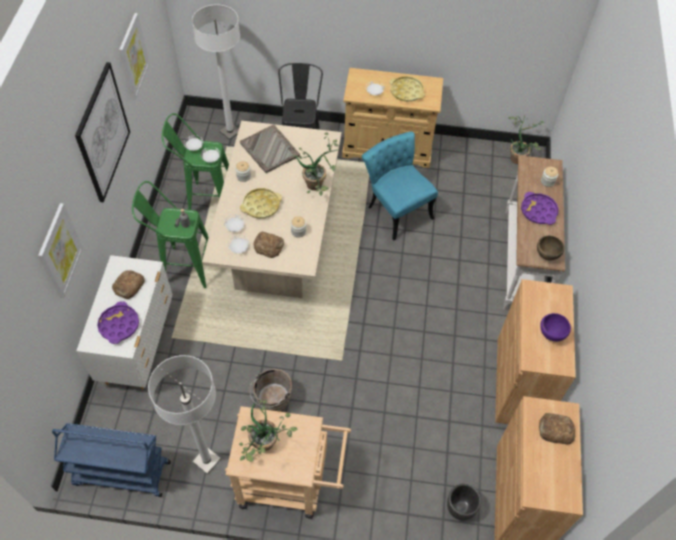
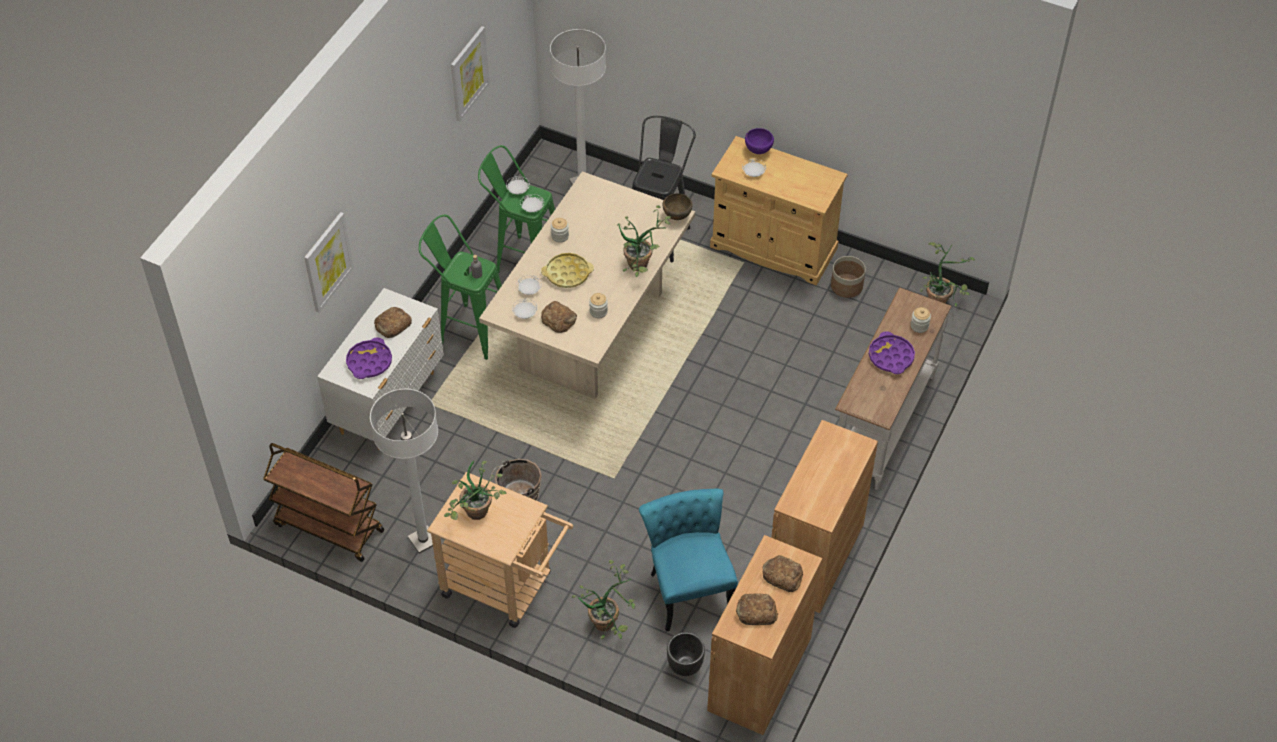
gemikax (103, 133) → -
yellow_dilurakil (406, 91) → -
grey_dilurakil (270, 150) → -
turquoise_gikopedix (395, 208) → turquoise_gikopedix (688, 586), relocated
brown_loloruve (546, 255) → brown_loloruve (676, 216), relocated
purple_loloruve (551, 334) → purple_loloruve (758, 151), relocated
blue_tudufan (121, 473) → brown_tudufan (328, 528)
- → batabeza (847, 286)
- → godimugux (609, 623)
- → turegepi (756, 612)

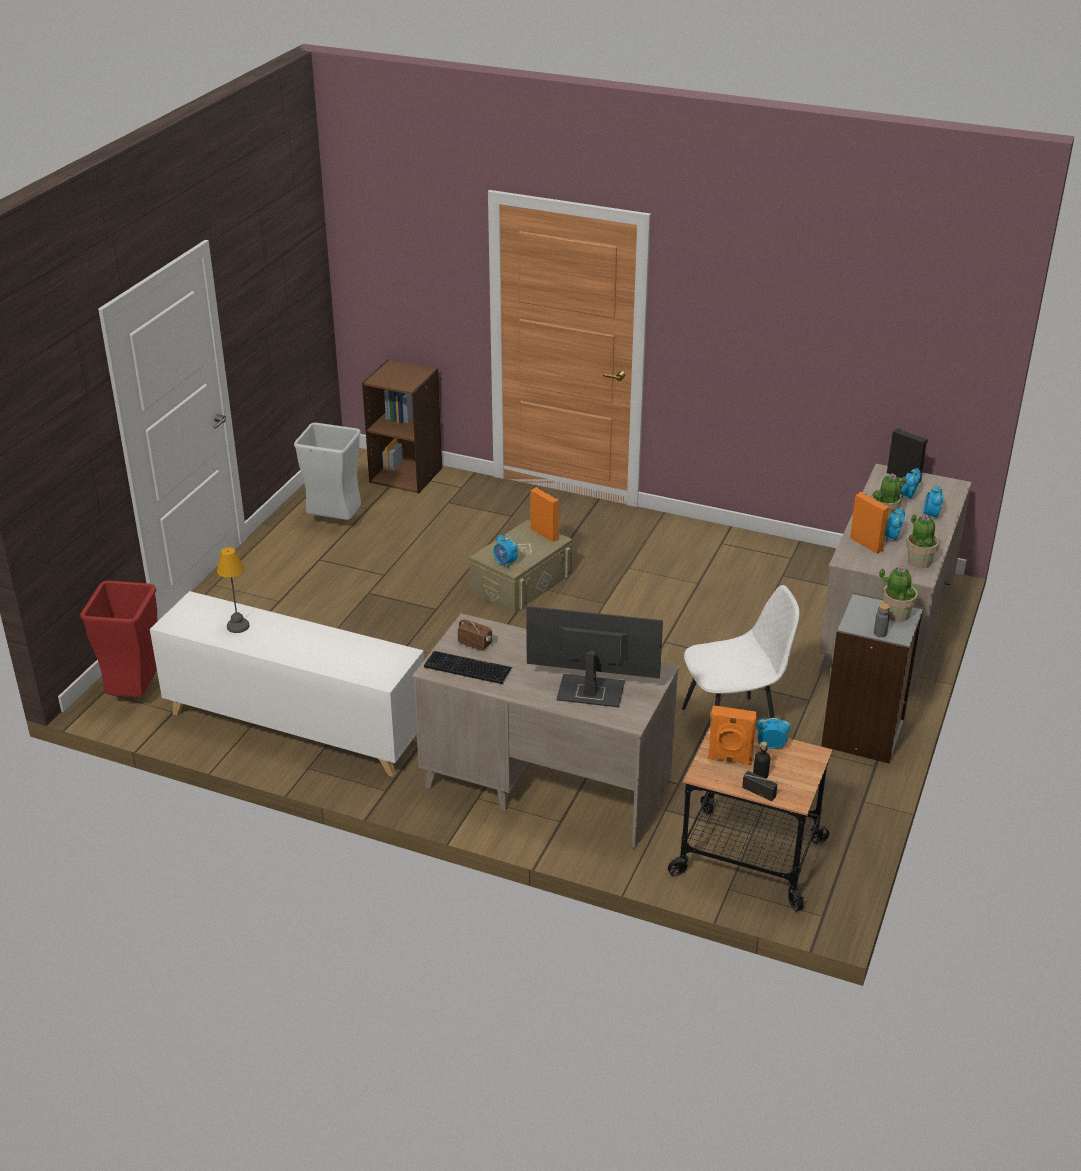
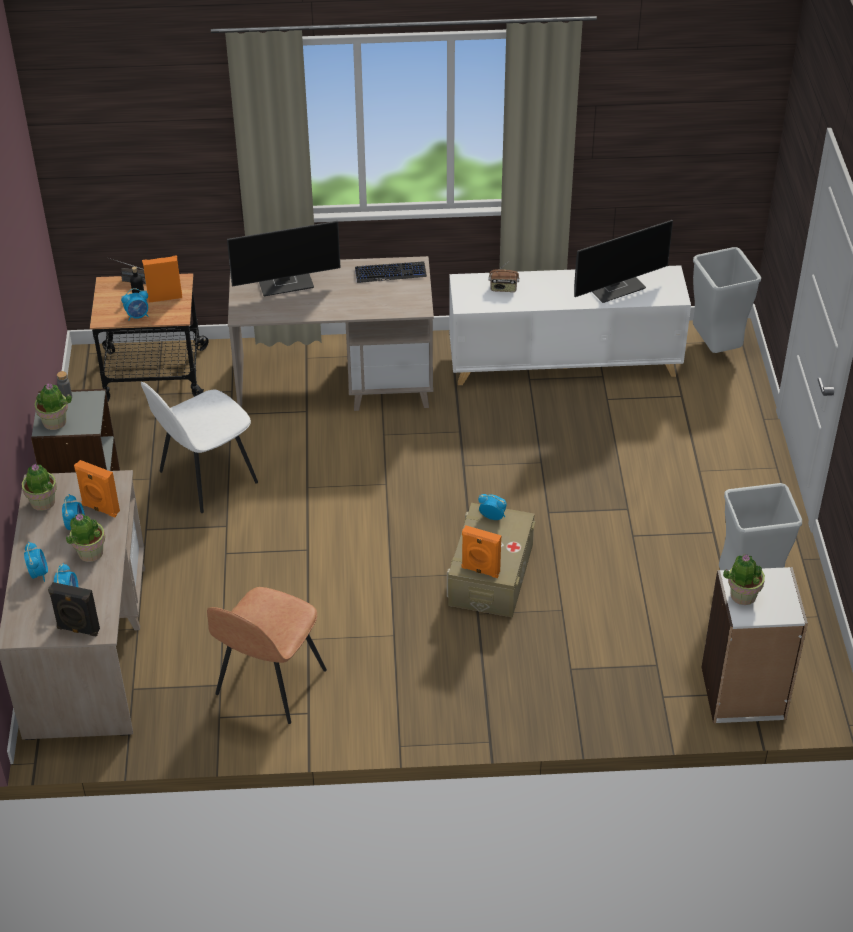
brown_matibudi (406, 475) → white_matibudi (743, 694)
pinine (237, 626) → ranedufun (616, 287)
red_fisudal (136, 693) → grey_fisudal (716, 348)
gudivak (475, 643) → gudivak (503, 288), relocated
- → godimugux (742, 595)
- → brown_gikopedix (269, 684)

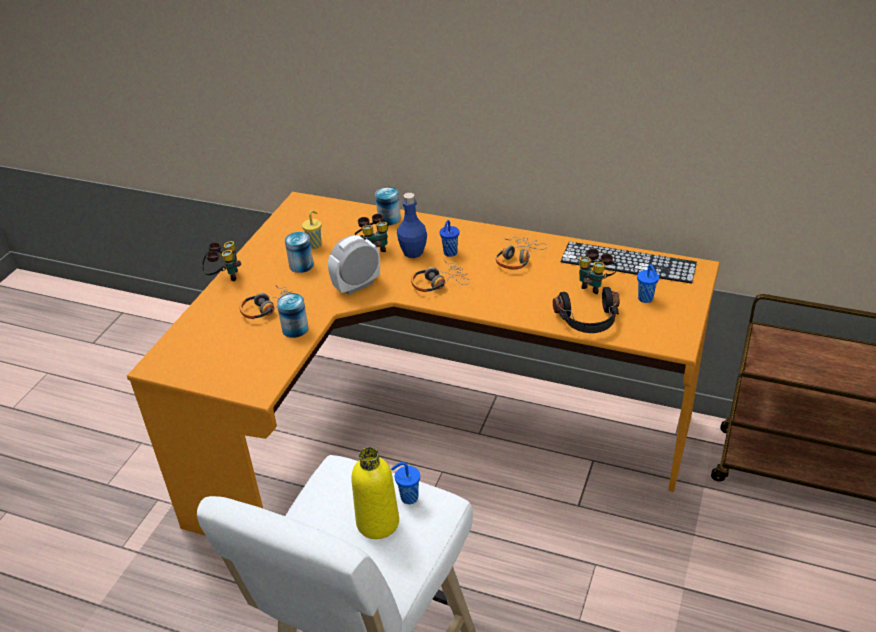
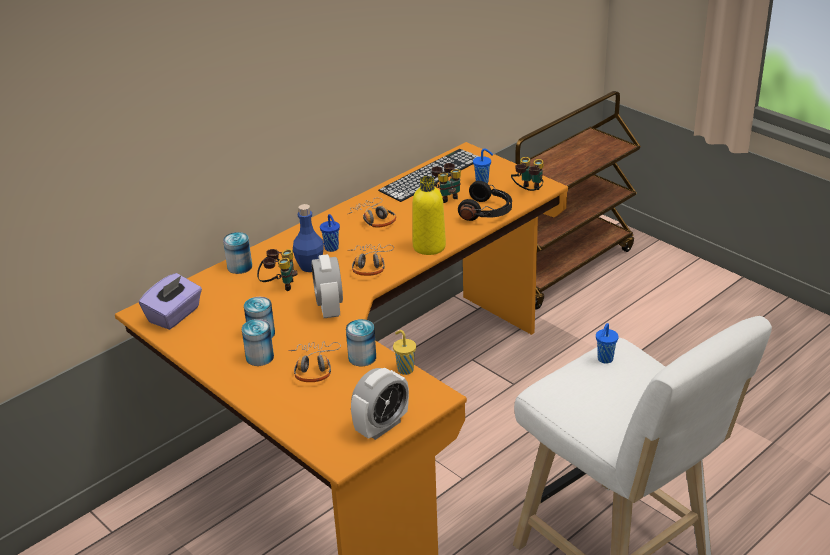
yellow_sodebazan (315, 244) → yellow_sodebazan (405, 369), relocated
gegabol (224, 276) → gegabol (528, 192), relocated
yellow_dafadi (378, 522) → yellow_dafadi (429, 246), relocated
- → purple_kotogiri (174, 315)
- → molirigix (259, 357)
- → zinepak (381, 426)

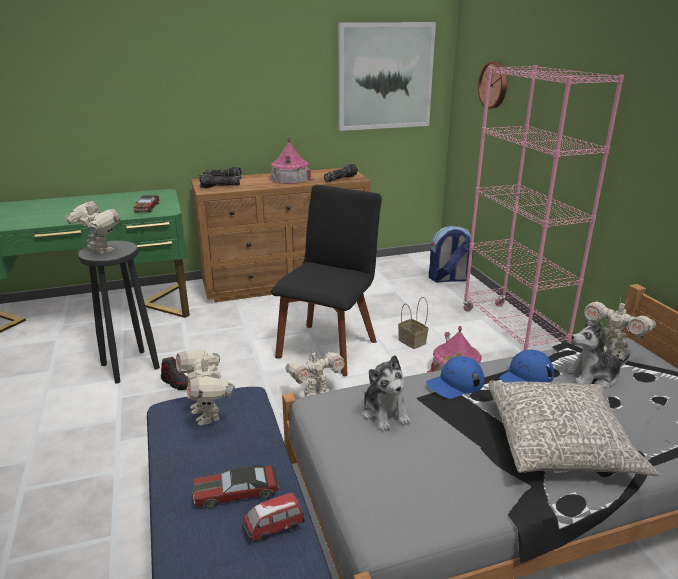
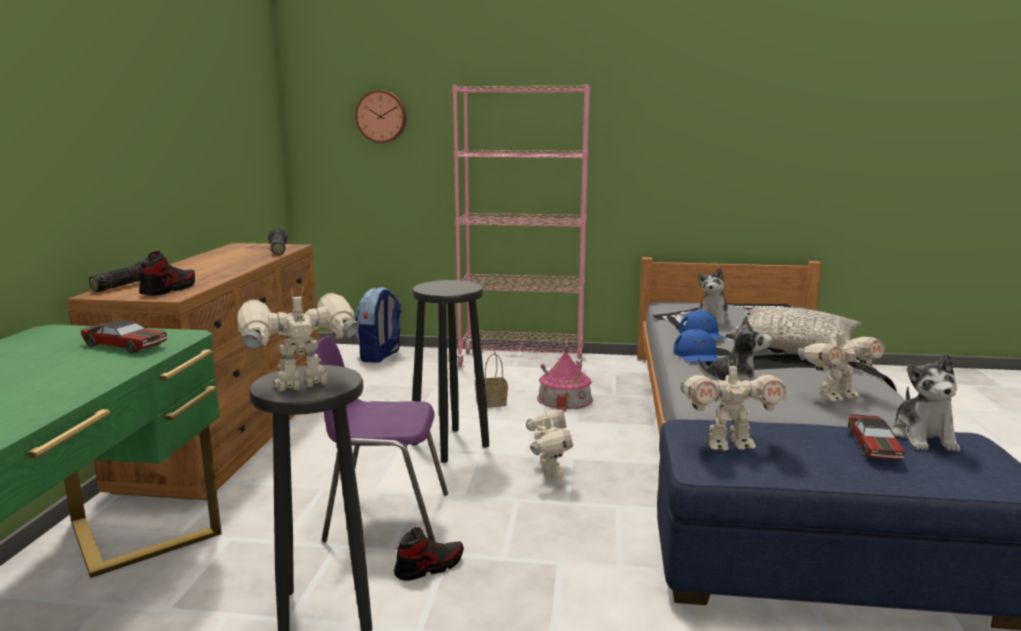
gemikax (385, 76) → -
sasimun (290, 178) → -
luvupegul (219, 187) → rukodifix (169, 289)
black_gikopedix (328, 346) → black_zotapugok (451, 444)
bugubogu (610, 351) → bugubogu (835, 396), relocated
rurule (274, 528) → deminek (923, 437)
- → purple_gikopedix (384, 517)

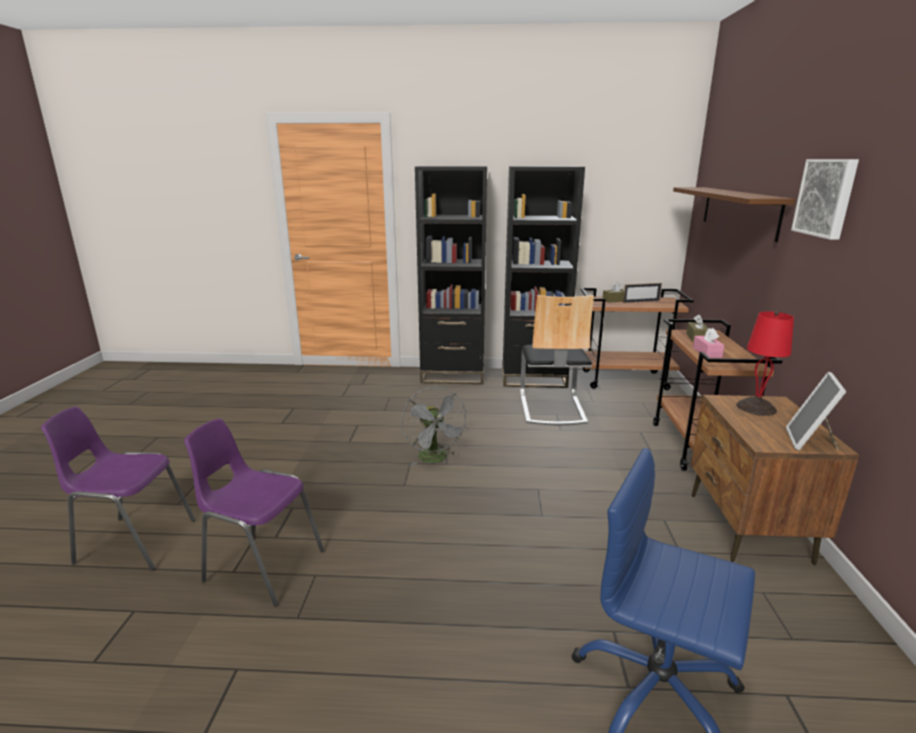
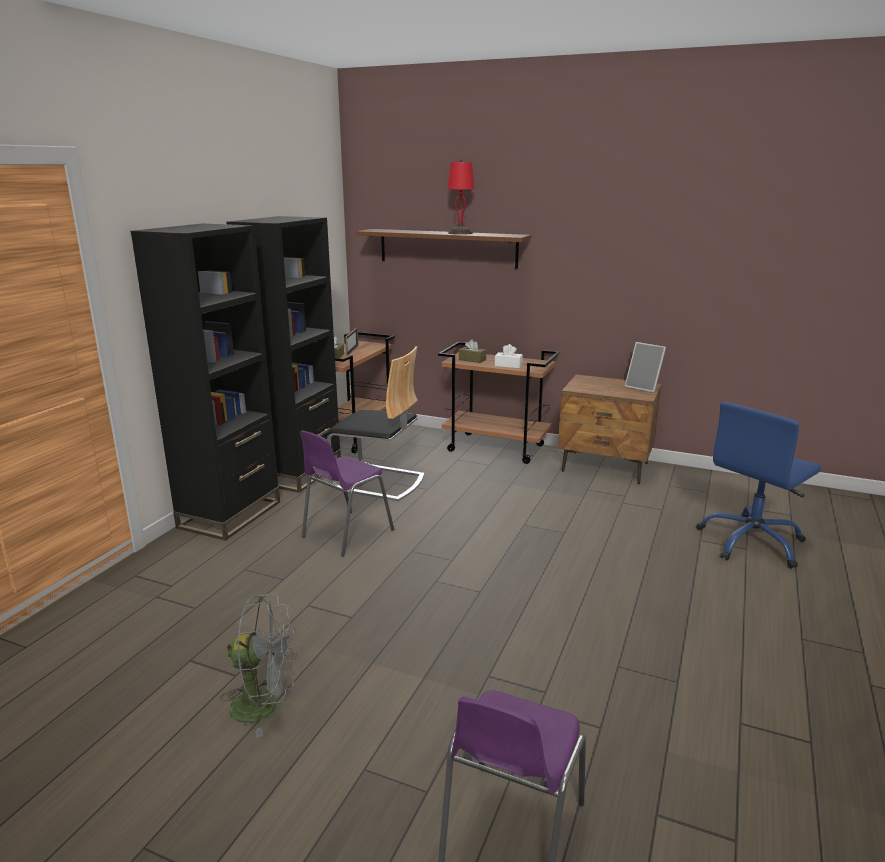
gemikax (826, 197) → -
red_pinine (755, 407) → red_pinine (460, 233), relocated
pink_kotogiri (707, 352) → white_kotogiri (508, 365)
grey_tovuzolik (435, 459) → grey_tovuzolik (265, 706), relocated
purple_gikopedix (262, 565) → purple_gikopedix (345, 534), relocated

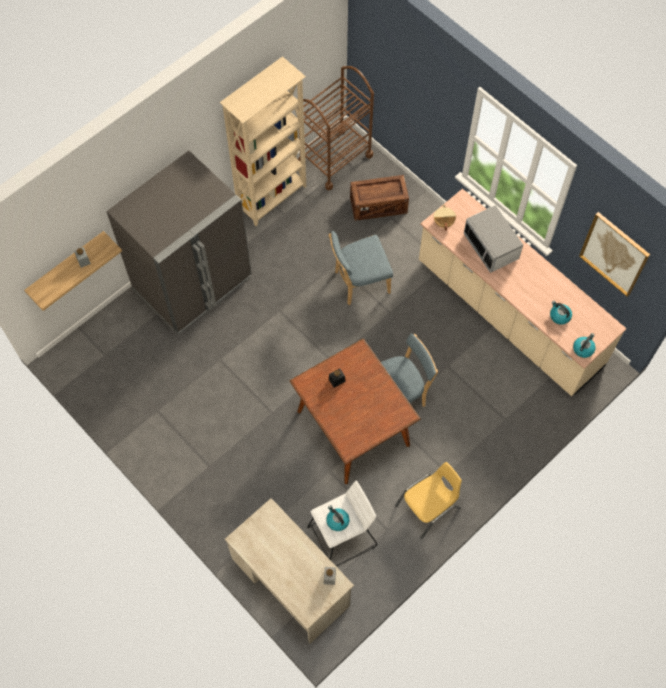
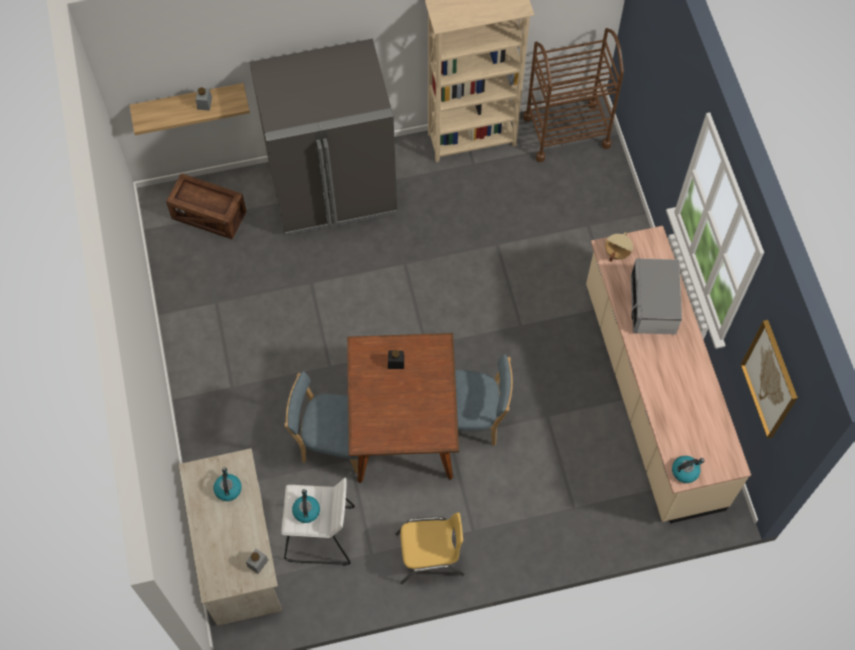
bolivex (378, 205) → bolivex (209, 215), relocated
blue_gikopedix (359, 282) → blue_gikopedix (332, 442), relocated
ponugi (559, 316) → ponugi (228, 489), relocated

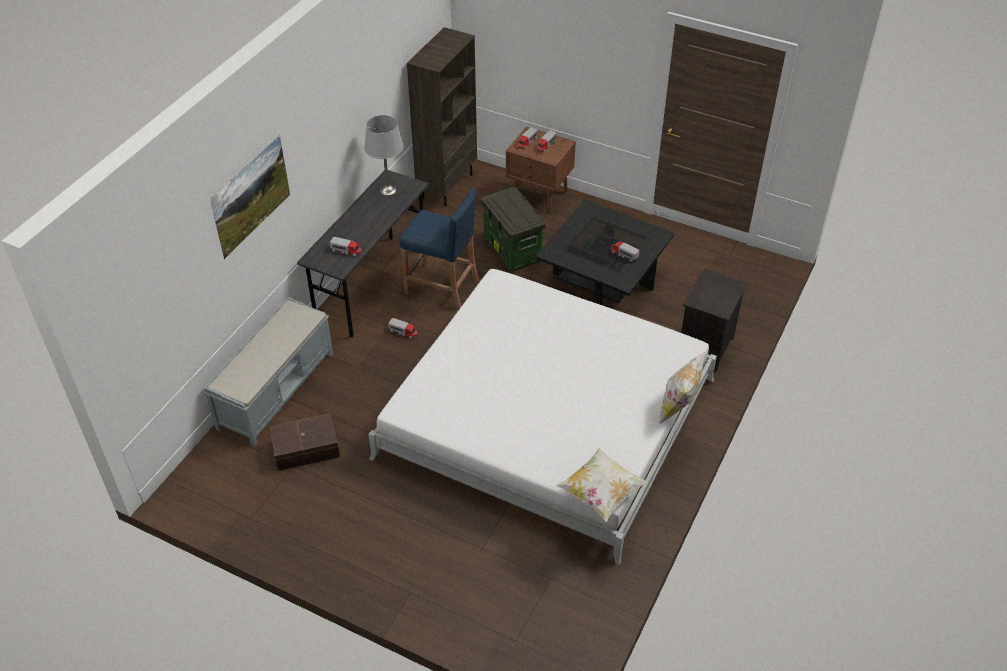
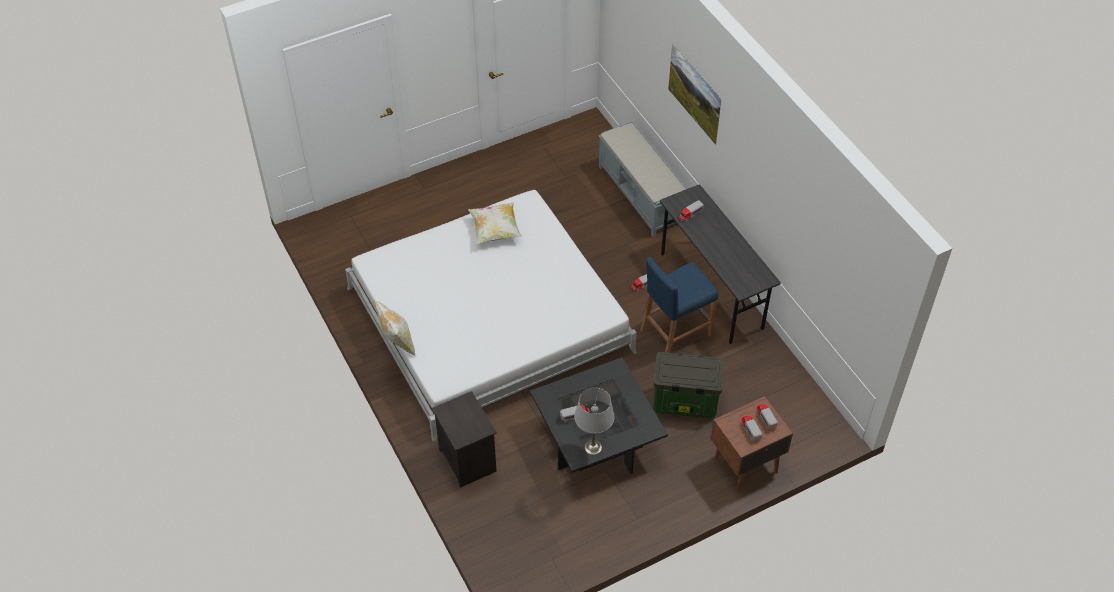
brown_matibudi (447, 186) → -
grey_pinine (387, 190) → grey_pinine (593, 447), relocated
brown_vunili (307, 449) → -
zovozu (601, 493) → zovozu (495, 231), relocated

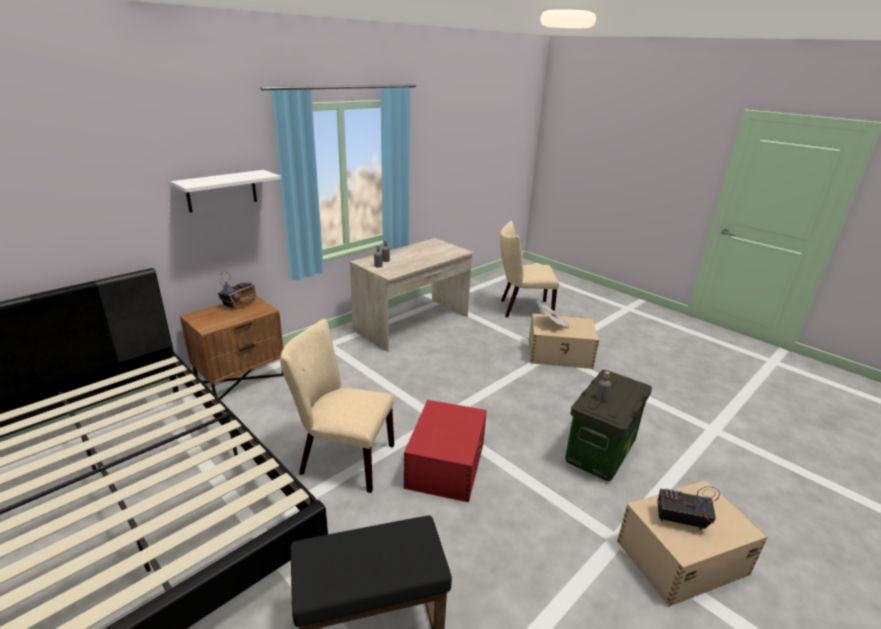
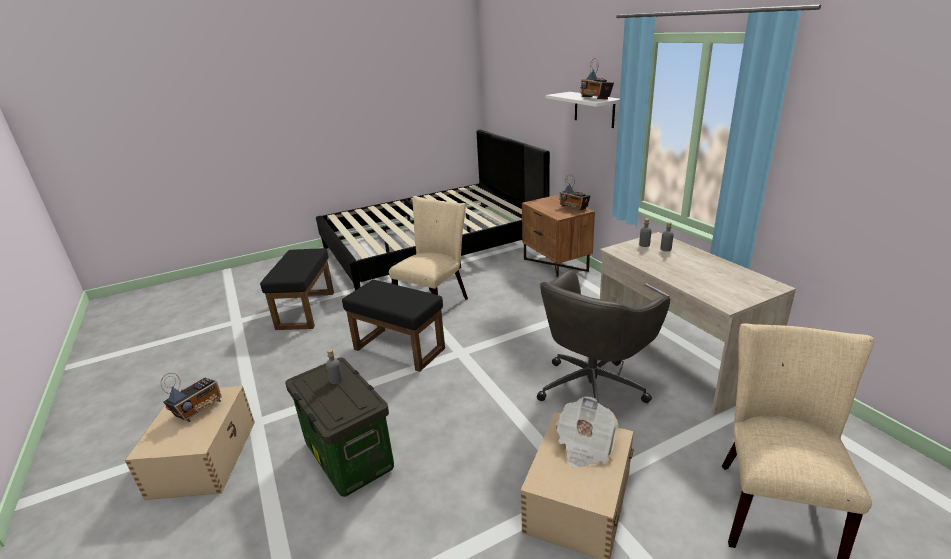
red_vunili (446, 464) → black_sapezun (400, 348)
- → gudivak (595, 98)
- → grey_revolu (593, 387)

